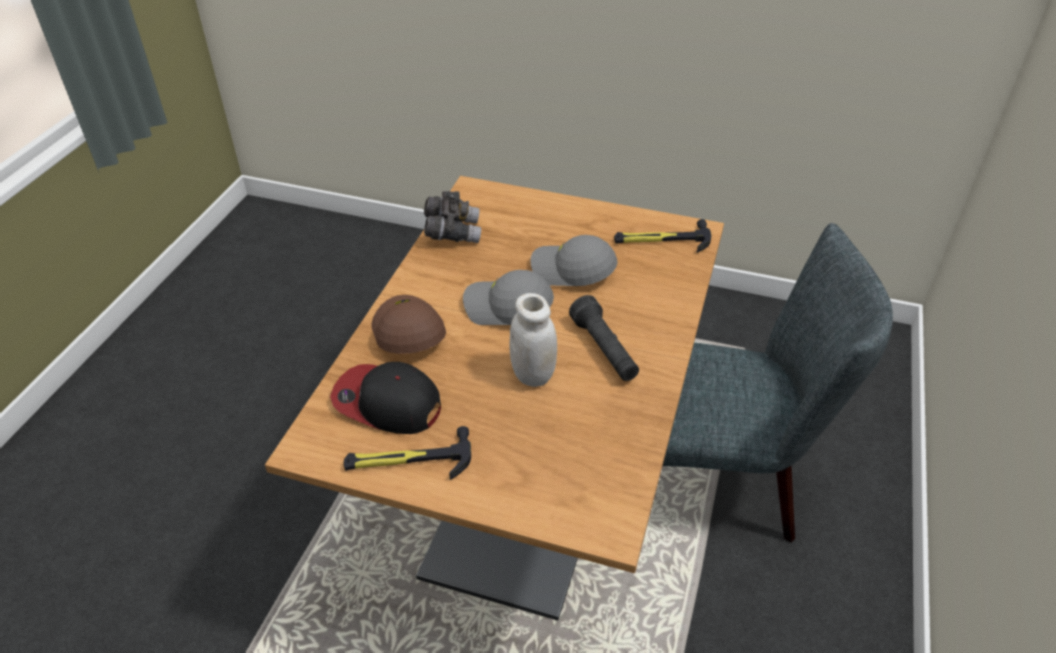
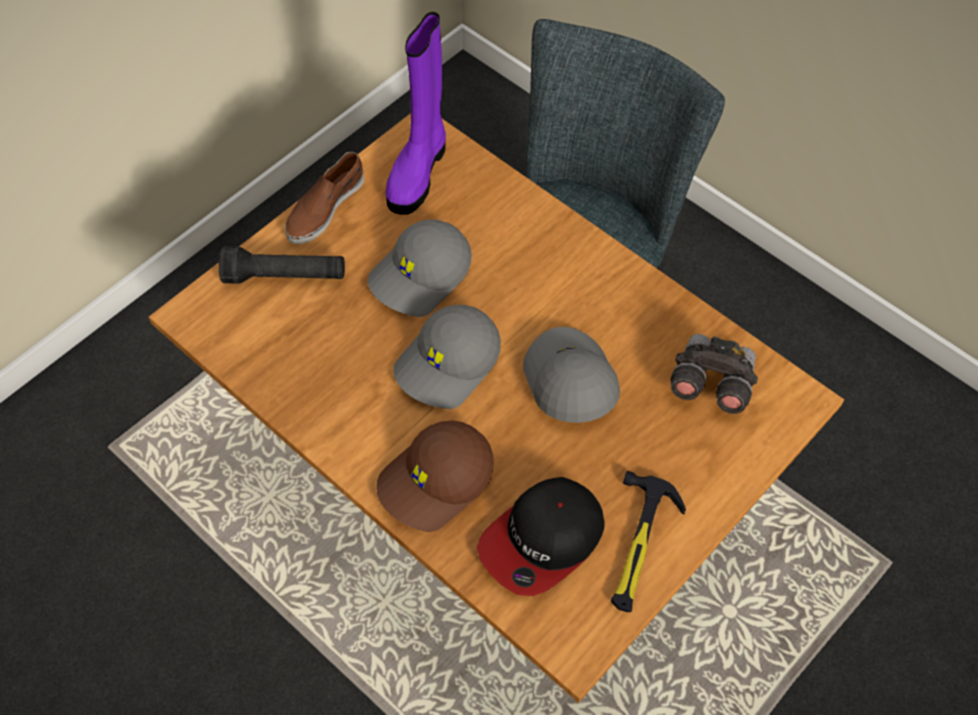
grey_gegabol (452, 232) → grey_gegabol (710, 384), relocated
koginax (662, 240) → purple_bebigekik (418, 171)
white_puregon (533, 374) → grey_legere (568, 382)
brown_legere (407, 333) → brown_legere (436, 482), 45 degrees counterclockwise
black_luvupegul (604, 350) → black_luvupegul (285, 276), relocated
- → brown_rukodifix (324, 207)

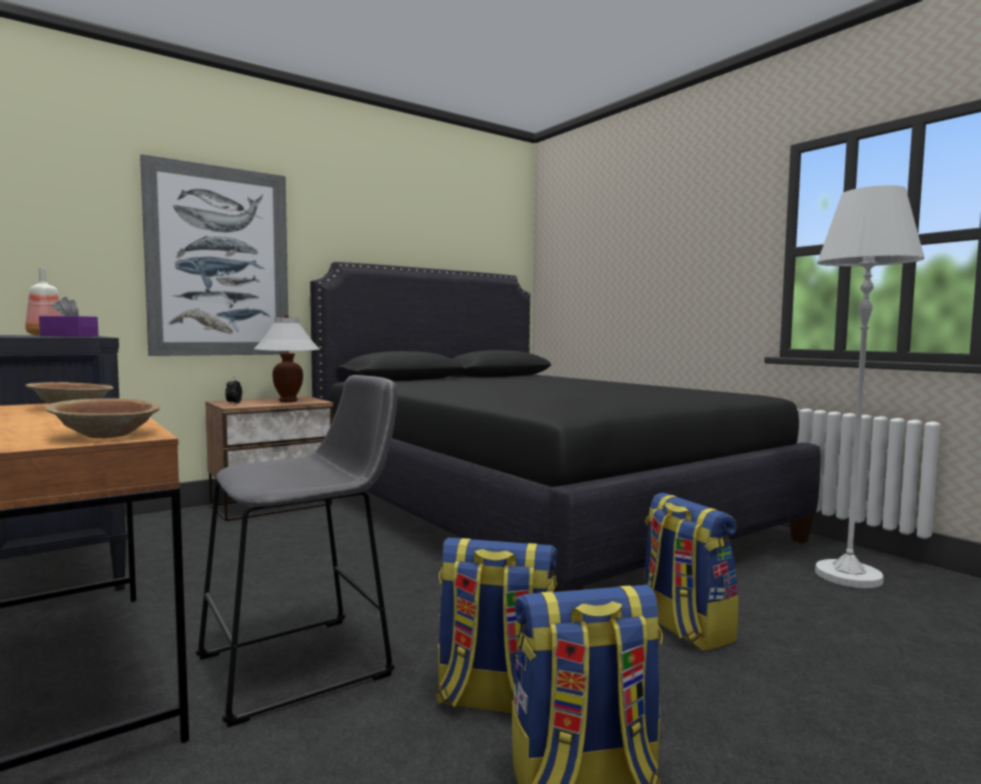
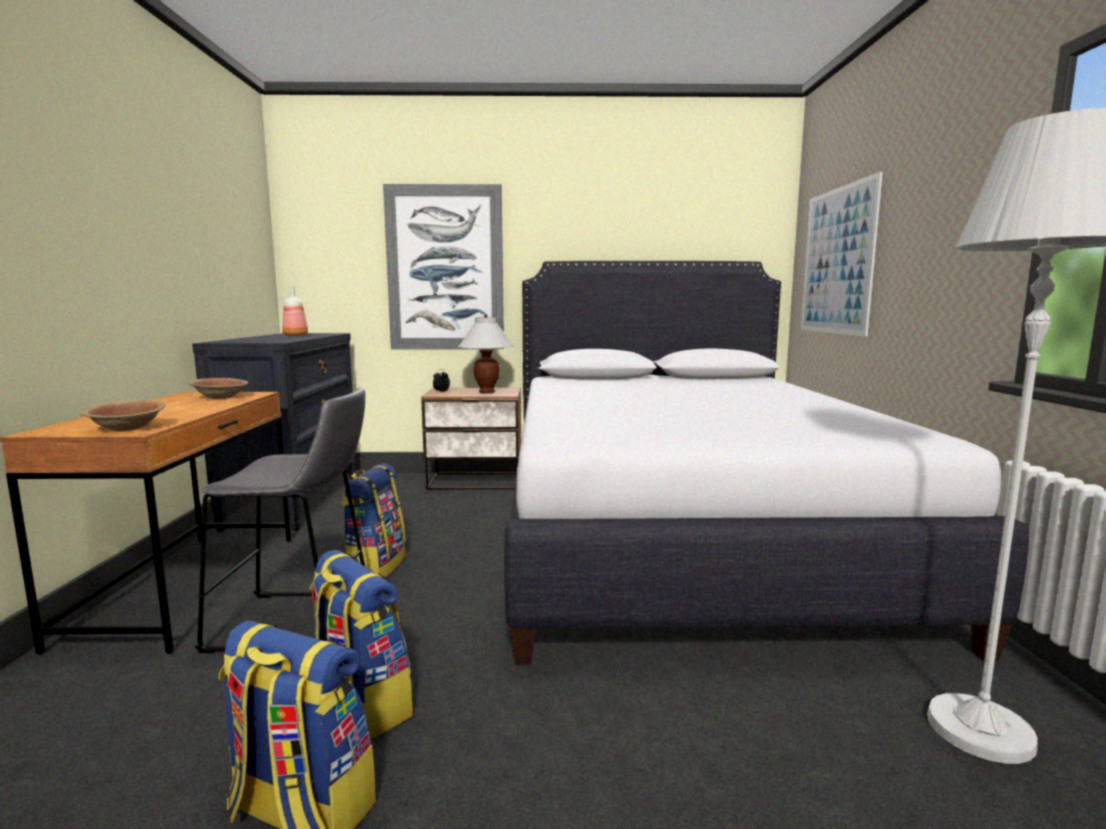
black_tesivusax (532, 513) → white_tesivusax (680, 534)
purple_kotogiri (69, 336) → -
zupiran (683, 629) → zupiran (374, 566), relocated
- → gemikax (837, 261)

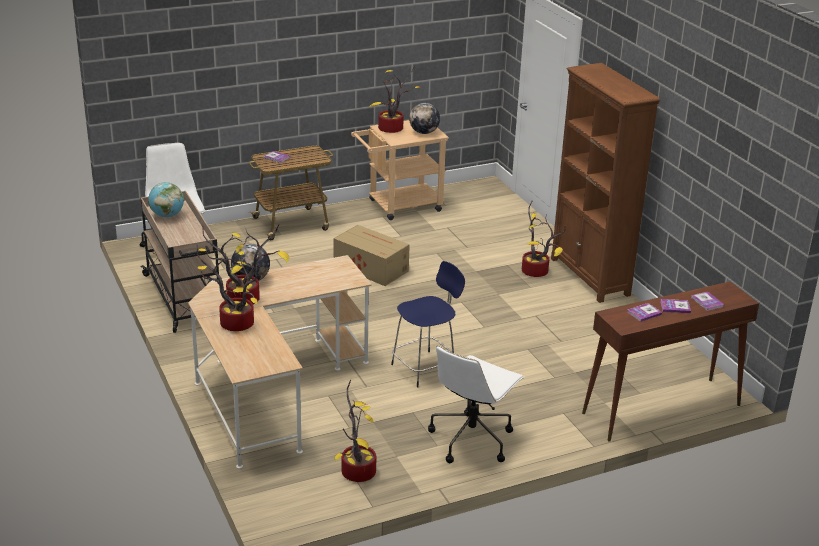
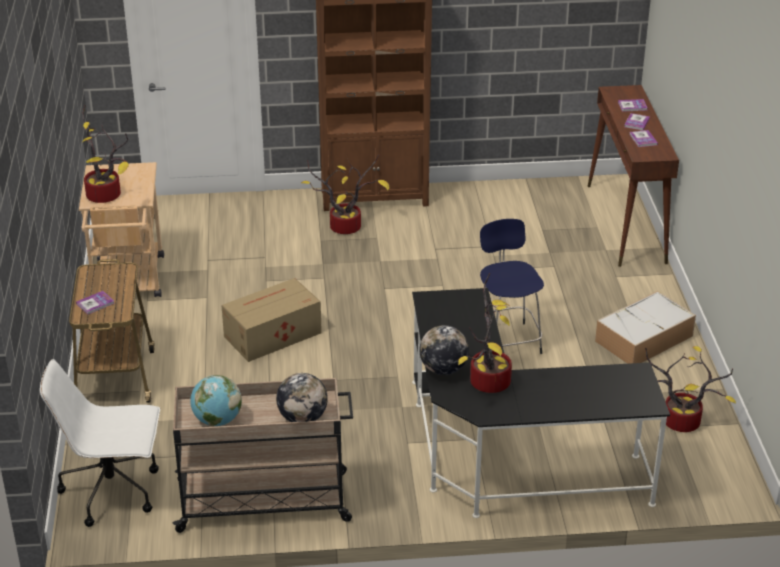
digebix (424, 132) → digebix (302, 418), relocated
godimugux (233, 324) → -
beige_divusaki (271, 388) → black_divusaki (507, 457)
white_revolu (471, 439) → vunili (643, 339)

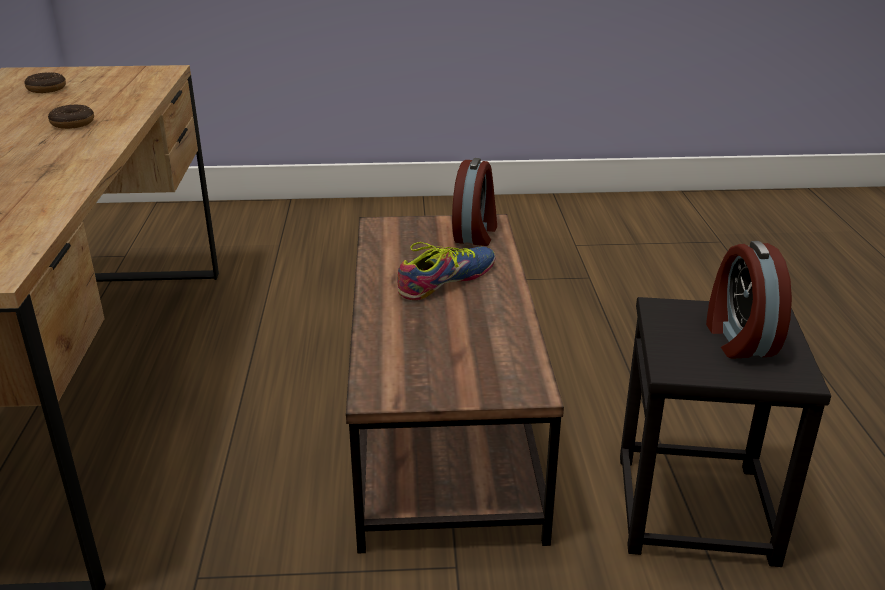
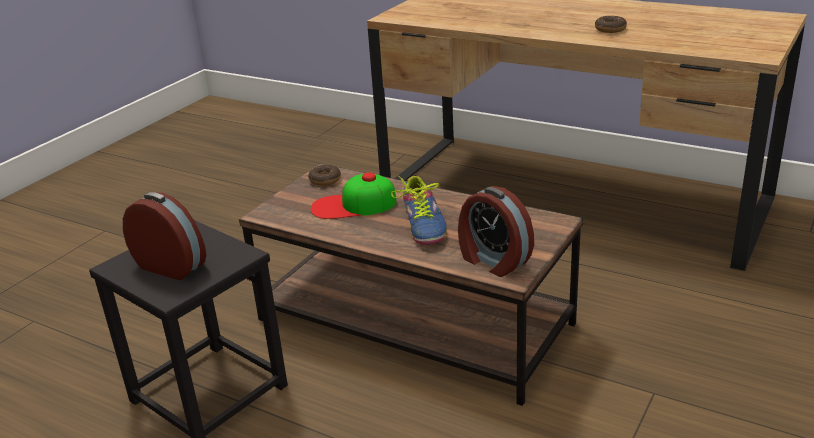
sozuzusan (46, 89) → sozuzusan (325, 180), relocated
- → legere (353, 205)

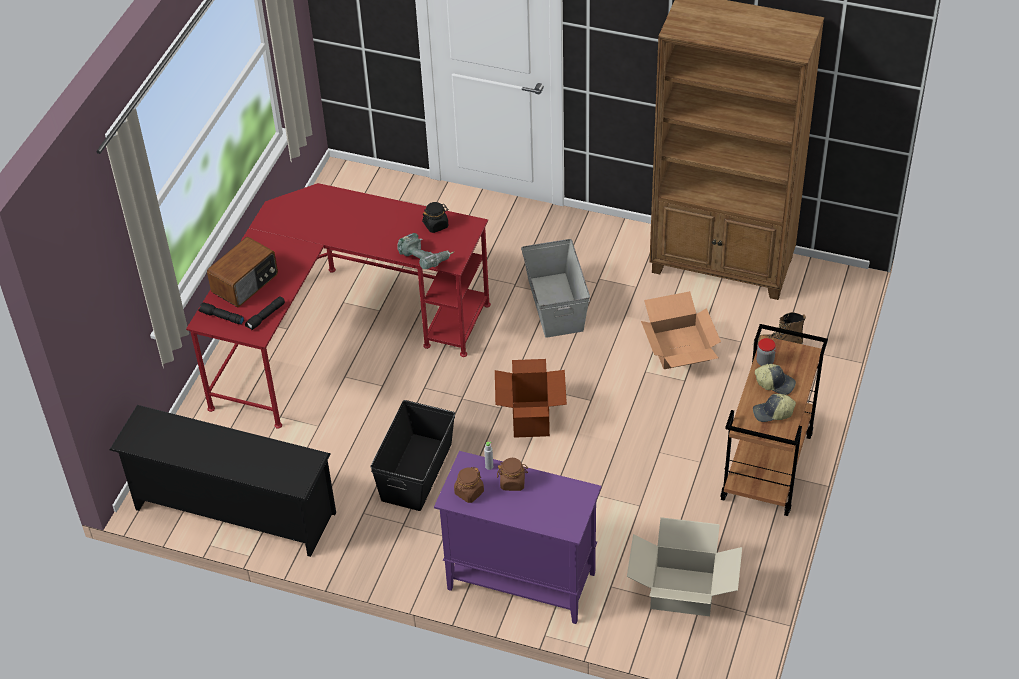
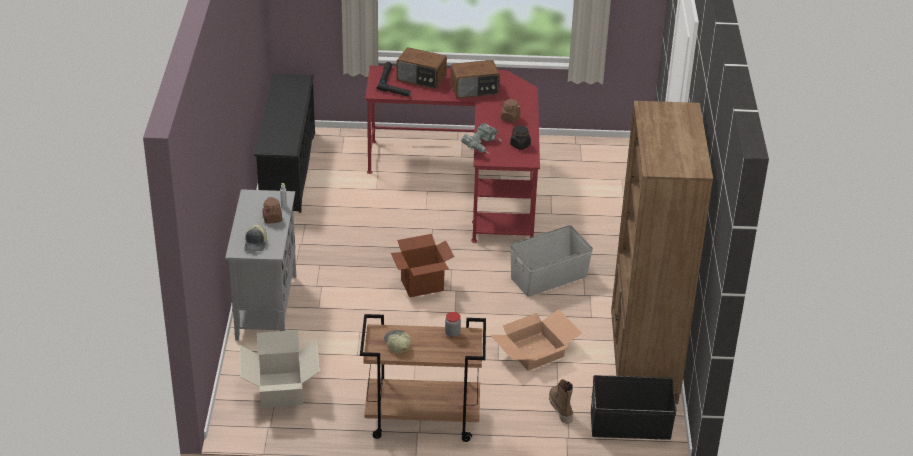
legere (775, 383) → legere (256, 243), relocated
black_vunili (417, 471) → black_vunili (630, 425), relocated
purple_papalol (520, 581) → grey_papalol (266, 306)
brown_puregon (469, 492) → brown_puregon (510, 118), relocated
- → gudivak (475, 90)

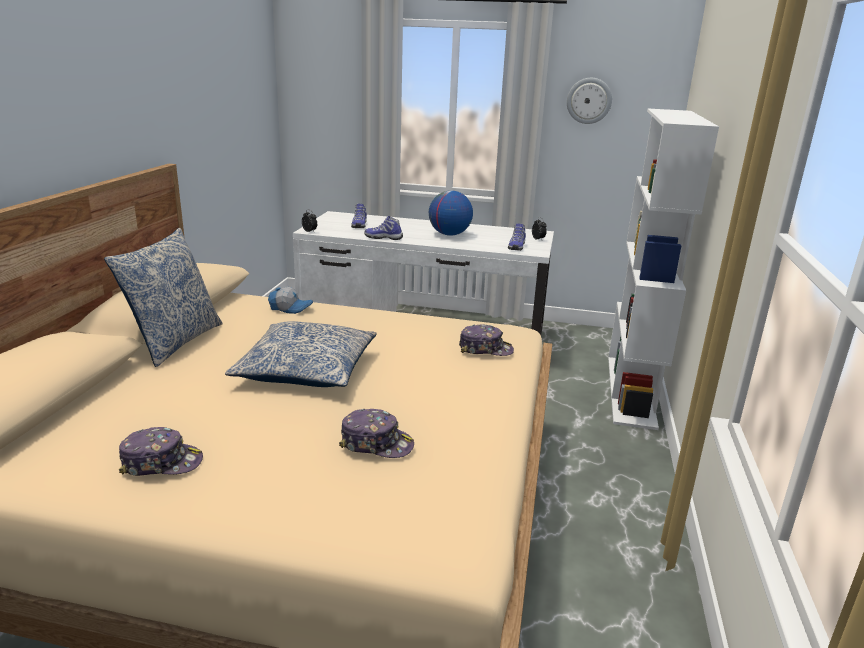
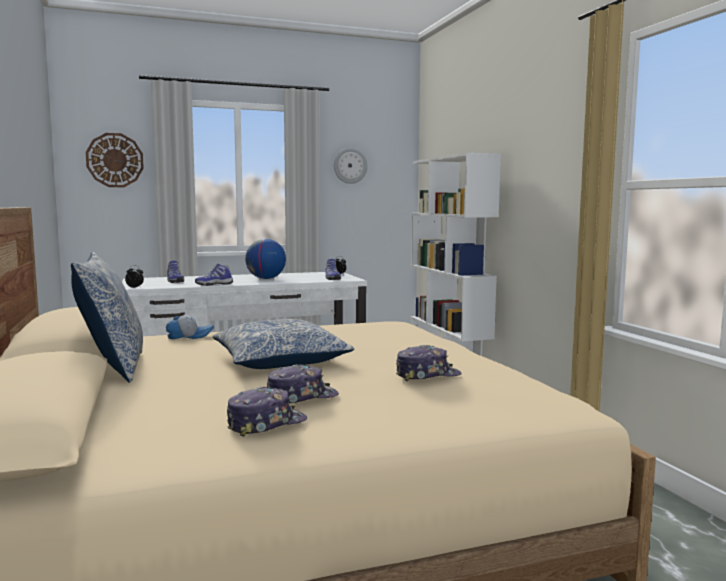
legere (485, 349) → legere (301, 397), relocated
- → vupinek (115, 160)

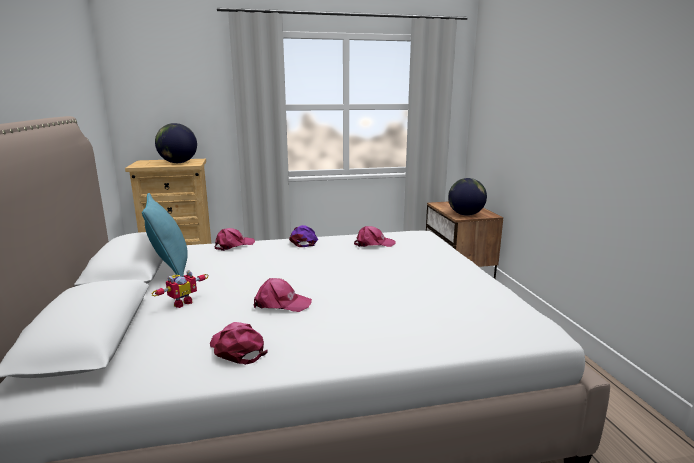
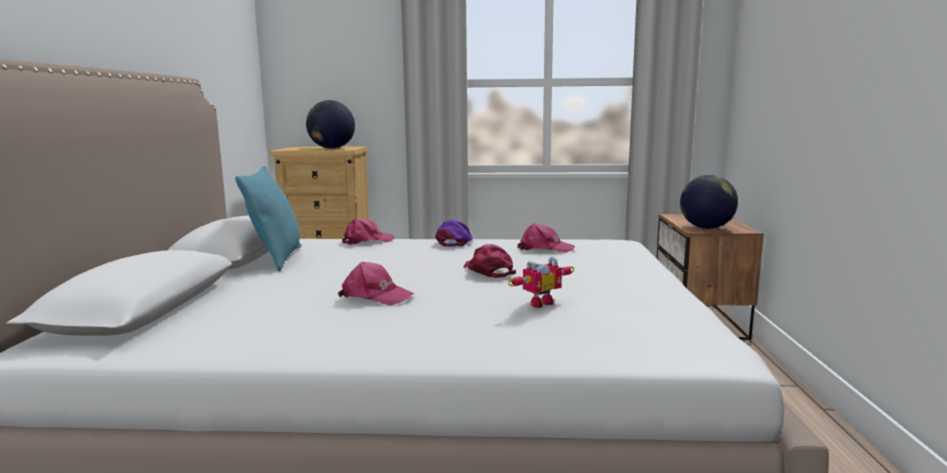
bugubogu (181, 302) → bugubogu (538, 303), relocated
pink_legere (237, 349) → pink_legere (488, 270), relocated

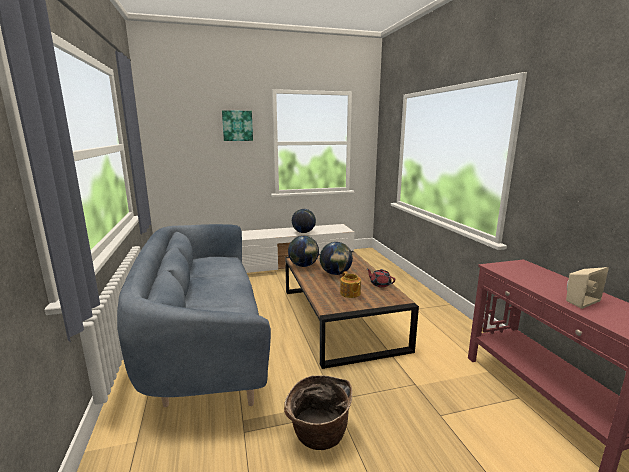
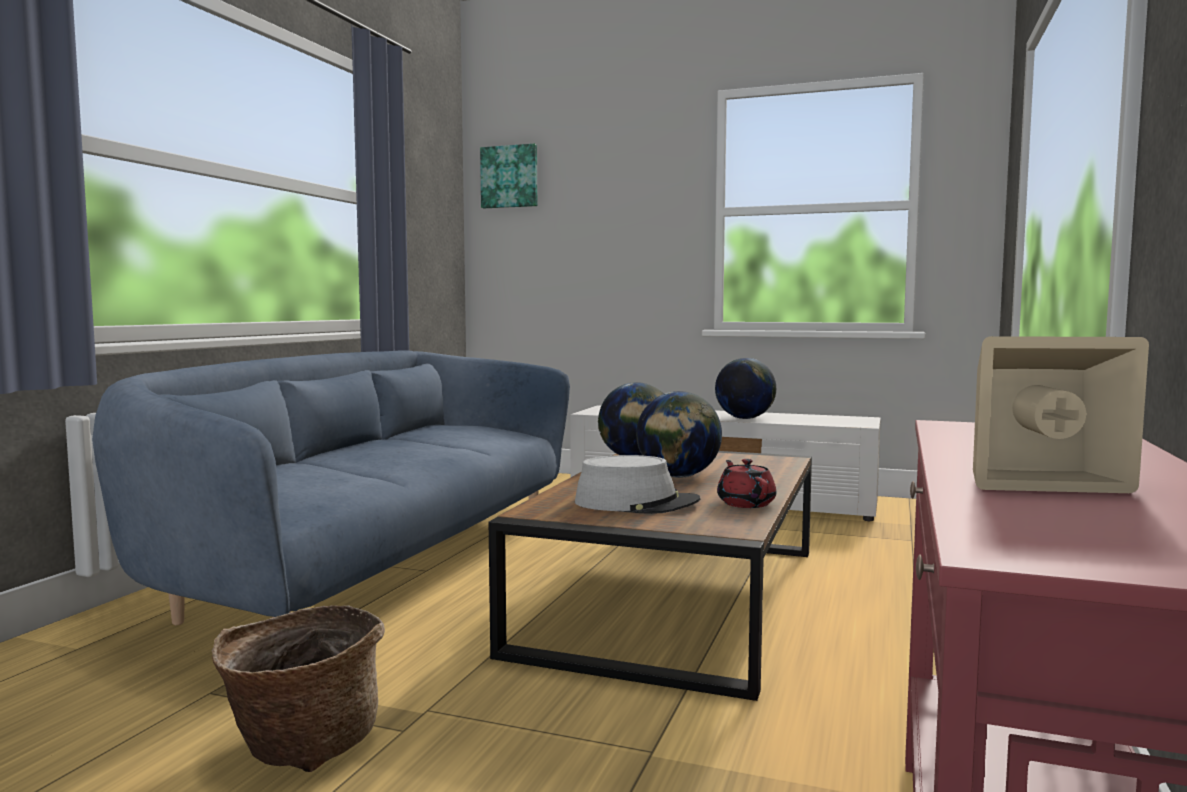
gemikax (237, 125) → gemikax (510, 177), relocated
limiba (350, 293) → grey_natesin (636, 503)

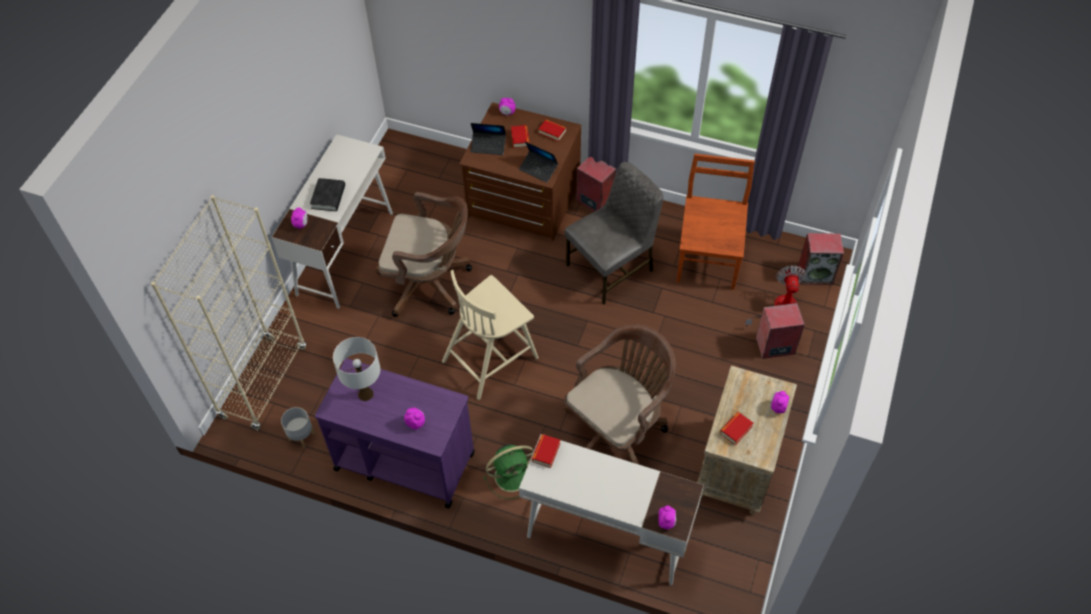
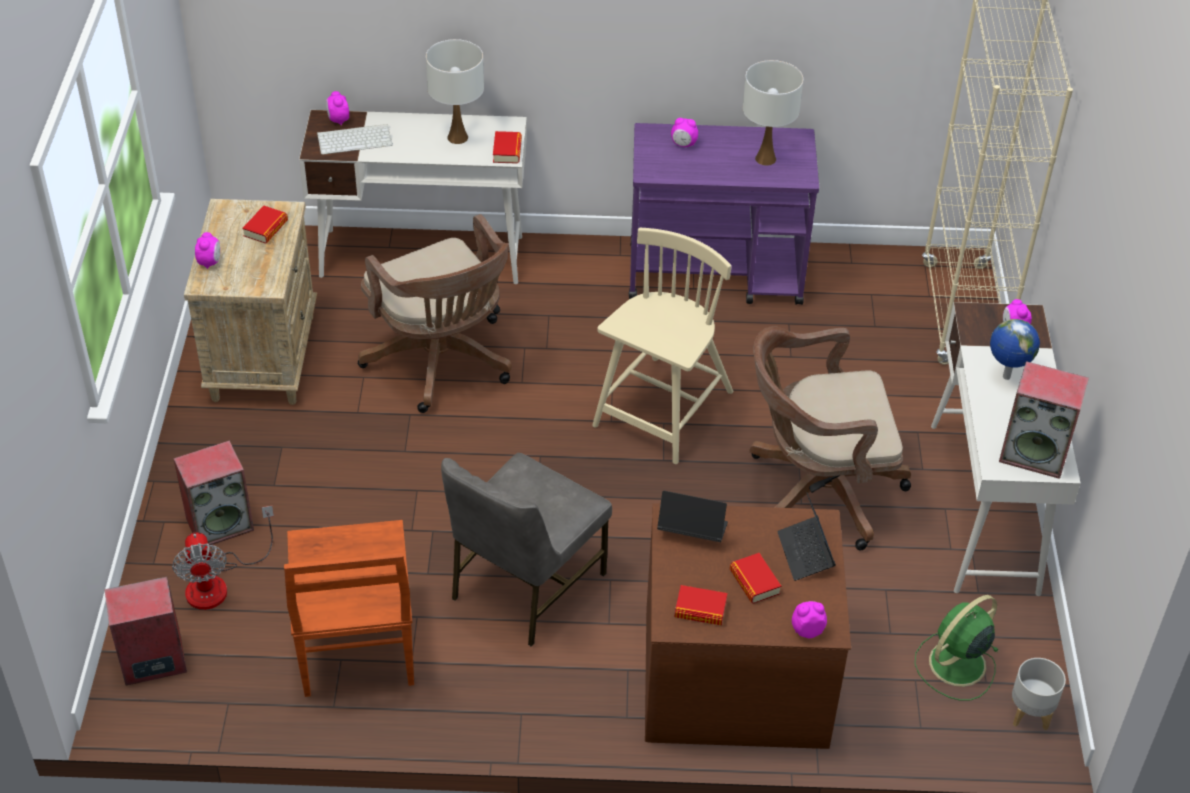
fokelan (488, 146) → fokelan (805, 553), 90 degrees counterclockwise
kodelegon (594, 201) → kodelegon (1035, 453), relocated
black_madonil (328, 197) → digebix (1005, 377)
brown_revolu (617, 430) → brown_revolu (442, 364), 60 degrees counterclockwise
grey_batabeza (301, 436) → grey_batabeza (1030, 714), relocated
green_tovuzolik (513, 475) → green_tovuzolik (955, 665), relocated
- → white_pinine (457, 137)
- → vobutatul (355, 139)

